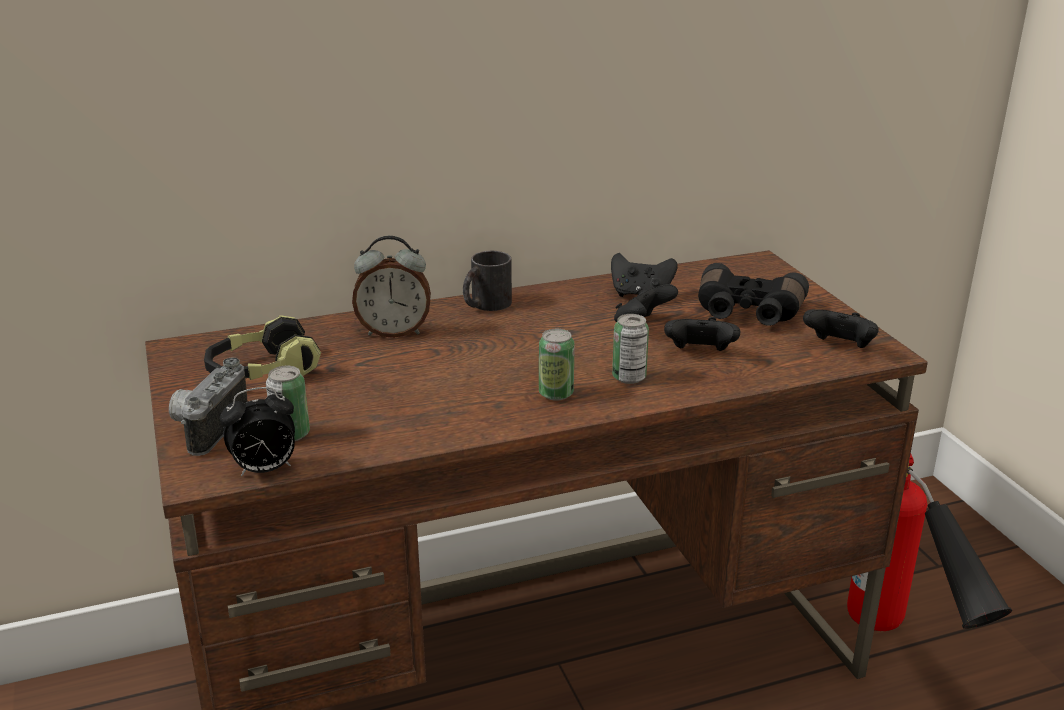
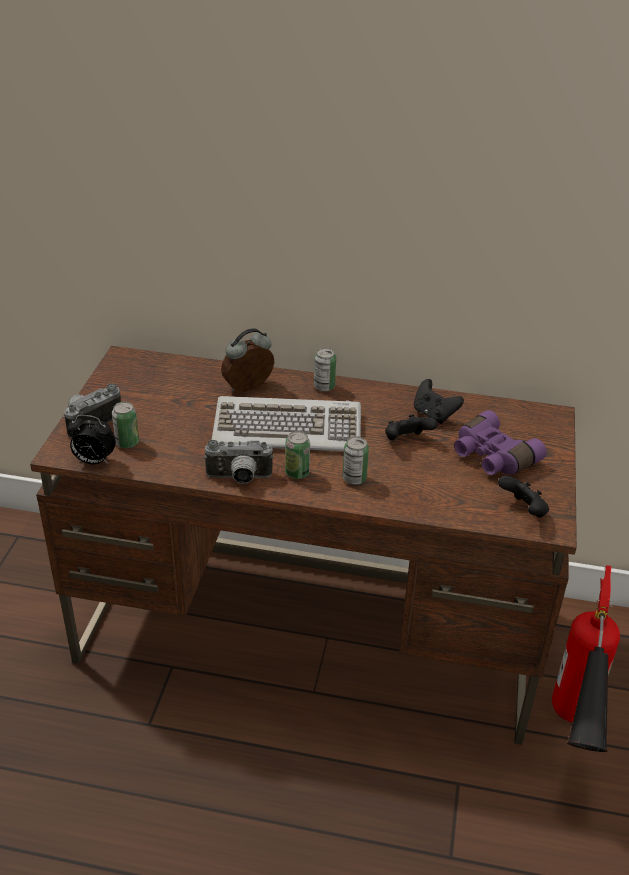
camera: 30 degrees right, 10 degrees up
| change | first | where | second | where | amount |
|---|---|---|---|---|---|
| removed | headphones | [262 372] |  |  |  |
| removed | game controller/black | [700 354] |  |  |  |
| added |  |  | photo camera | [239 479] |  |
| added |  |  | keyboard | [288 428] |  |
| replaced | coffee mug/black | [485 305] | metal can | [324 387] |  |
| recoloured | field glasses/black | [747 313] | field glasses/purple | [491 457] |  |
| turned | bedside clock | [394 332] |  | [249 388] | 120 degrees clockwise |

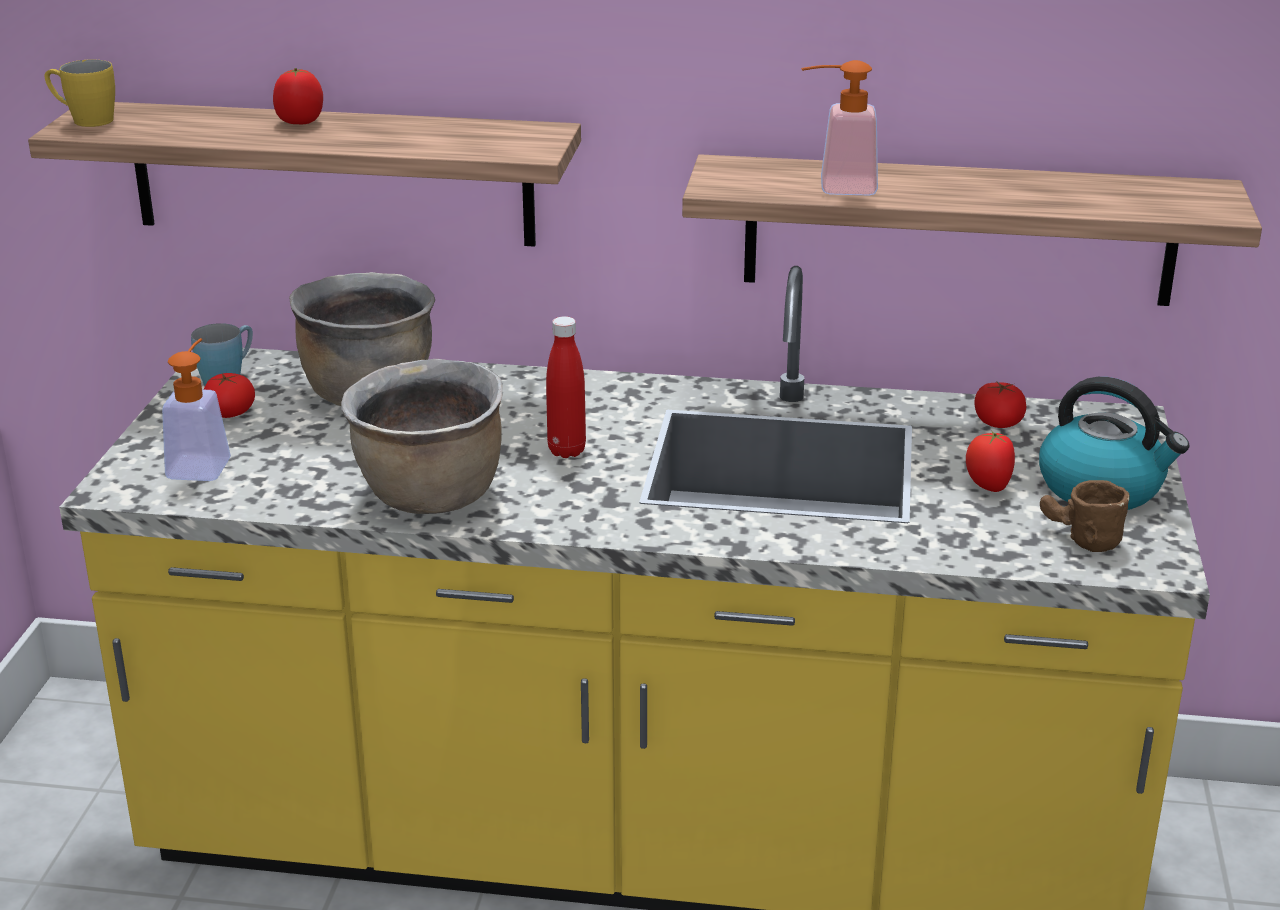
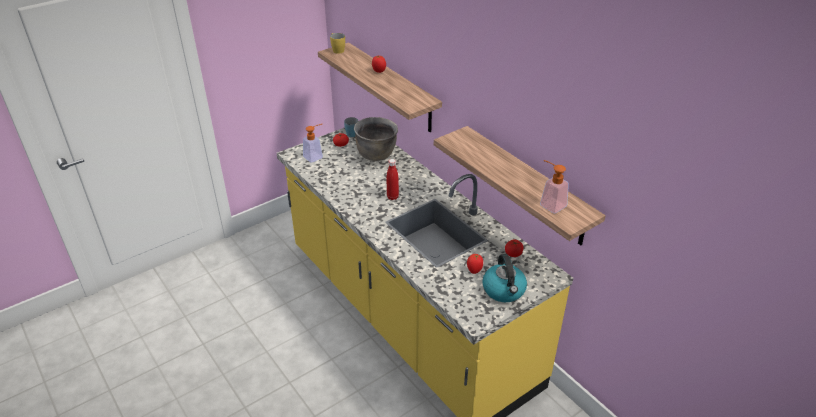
camera: 45 degrees right, 10 degrees up
| change | first | where | second | where | amount |
|---|---|---|---|---|---|
| removed | stockpot/brown-coloured | [430 497] |  |  |  |
| removed | coffee mug/brown-coloured | [1077 538] |  |  |  |
| moved | liquid soap bottle | [836 187] |  | [549 204] |  |

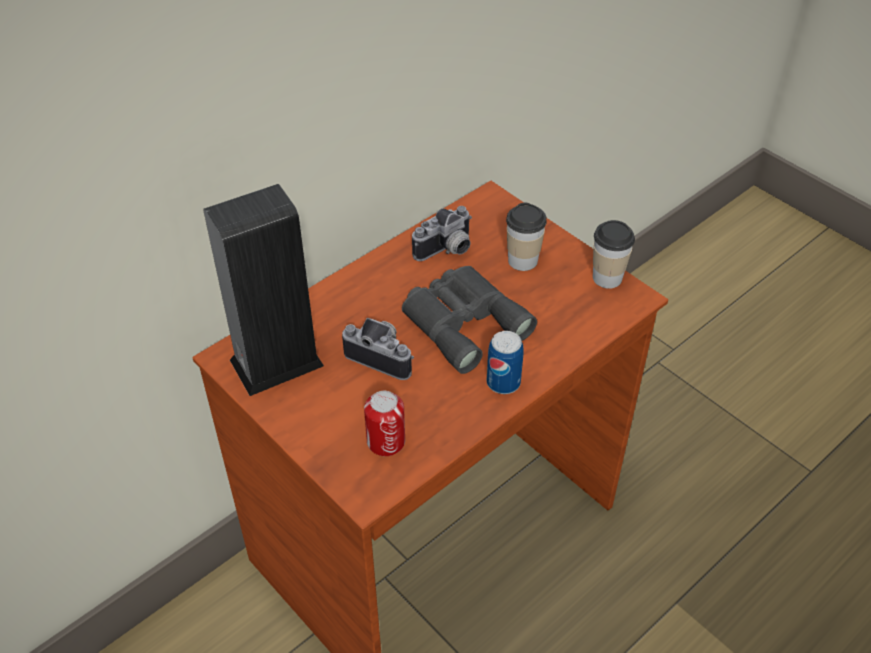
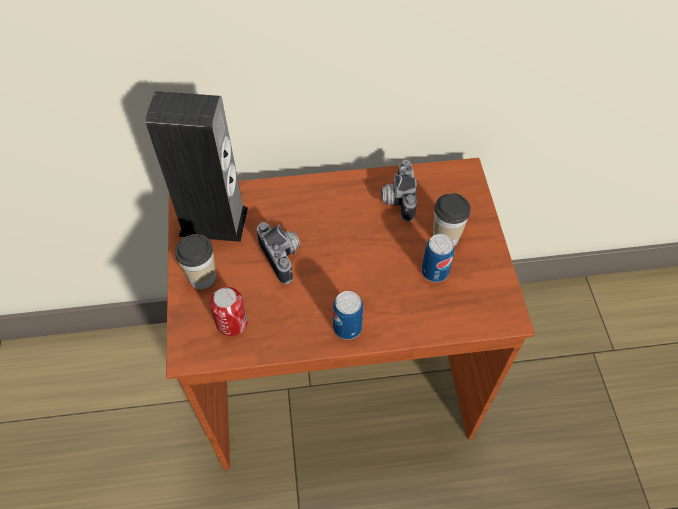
camera: 35 degrees right, 10 degrees up
| change | first | where | second | where | amount |
|---|---|---|---|---|---|
| removed | field glasses/grey | [462 321] |  |  |  |
| added |  |  | metal can | [434 271] |  |
| moved | cup | [607 278] |  | [202 277] |  |
| turned | photo camera | [447 250] |  | [396 199] | 90 degrees clockwise |

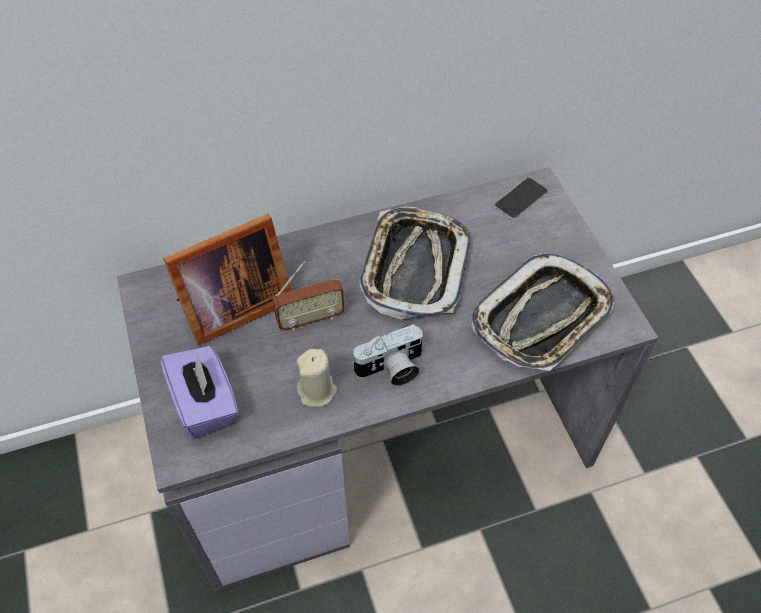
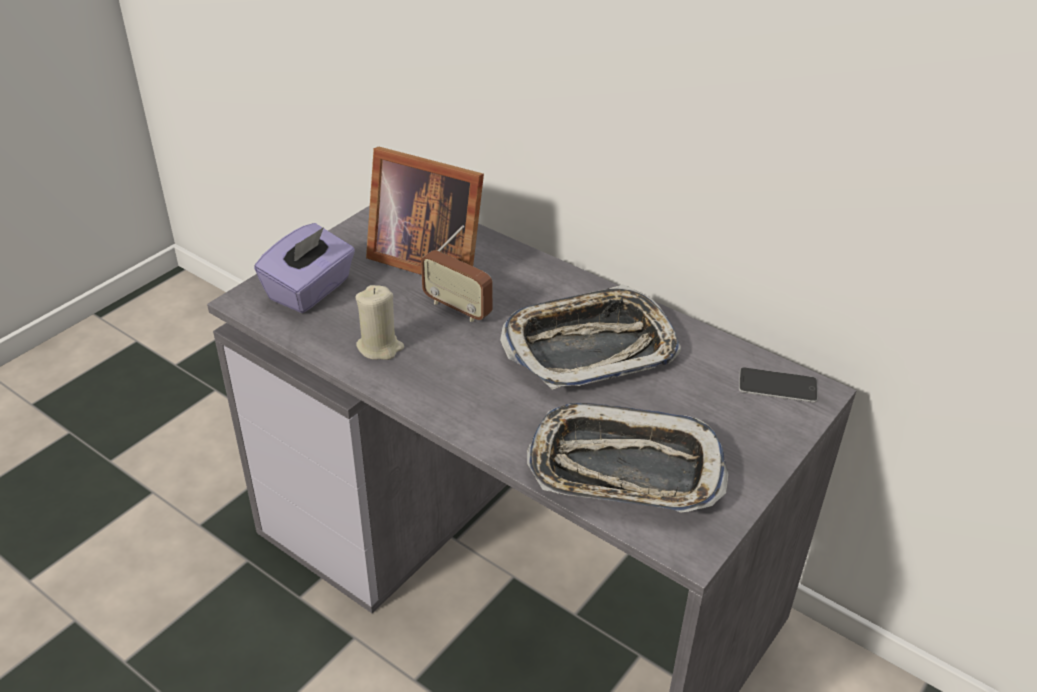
camera: 55 degrees right, 15 degrees down
| change | first | where | second | where | amount |
|---|---|---|---|---|---|
| removed | photo camera | [391 369] |  |  |  |

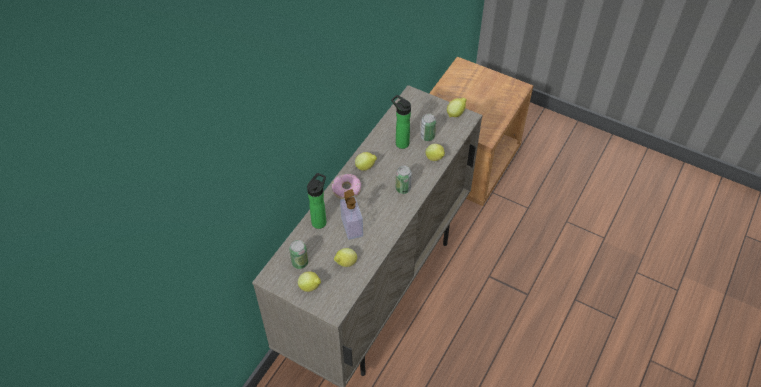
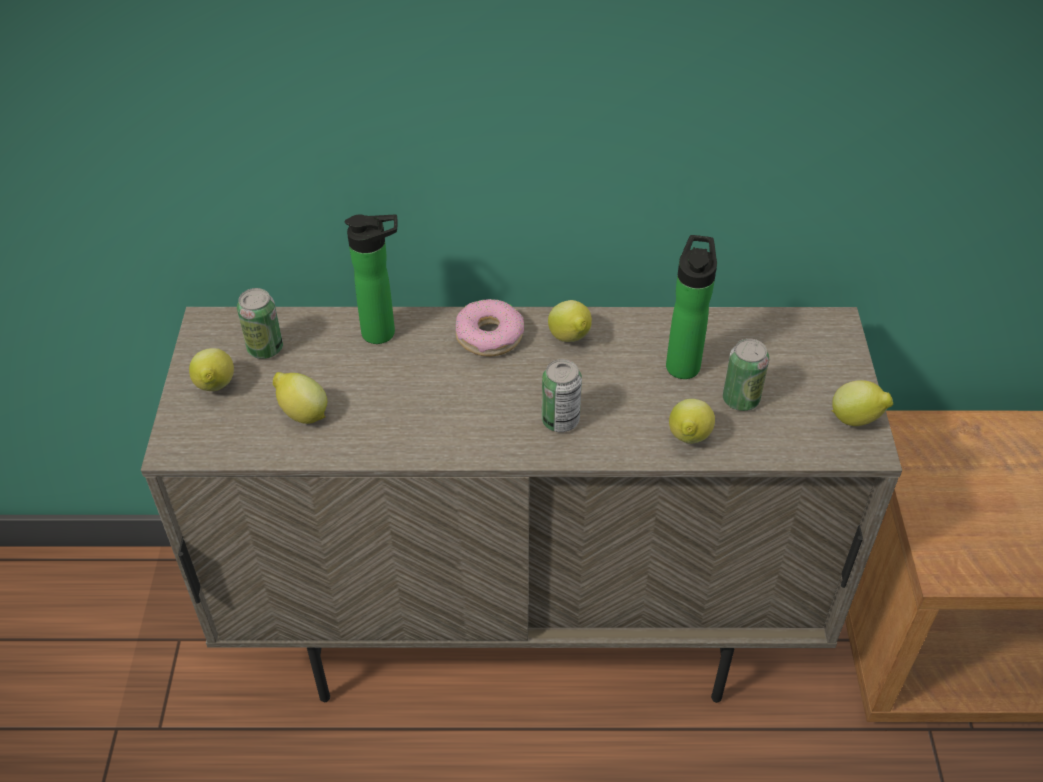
camera: 60 degrees right, 5 degrees down
| change | first | where | second | where | amount |
|---|---|---|---|---|---|
| removed | liquid soap bottle | [352 227] |  |  |  |

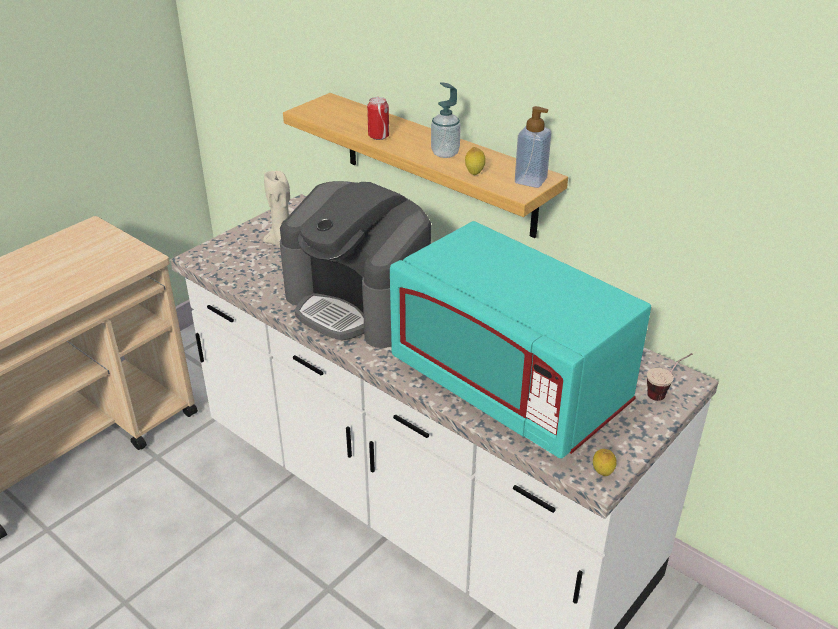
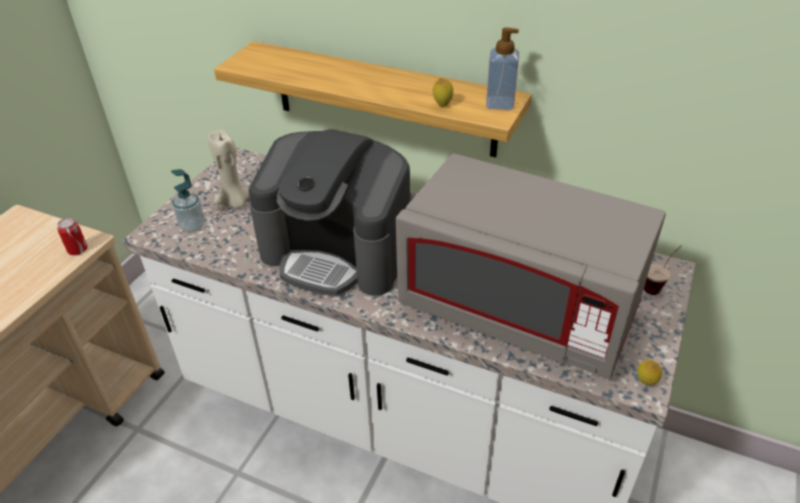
camera: 15 degrees left, 5 degrees up
| change | first | where | second | where | amount |
|---|---|---|---|---|---|
| moved | metal can | [378 136] |  | [78 250] |  |
| moved | liquid soap bottle | [445 153] |  | [192 226] |  |
| recoloured | kitchen microwave/turquoise-coloured | [509 386] | kitchen microwave/grey | [519 309] |  |

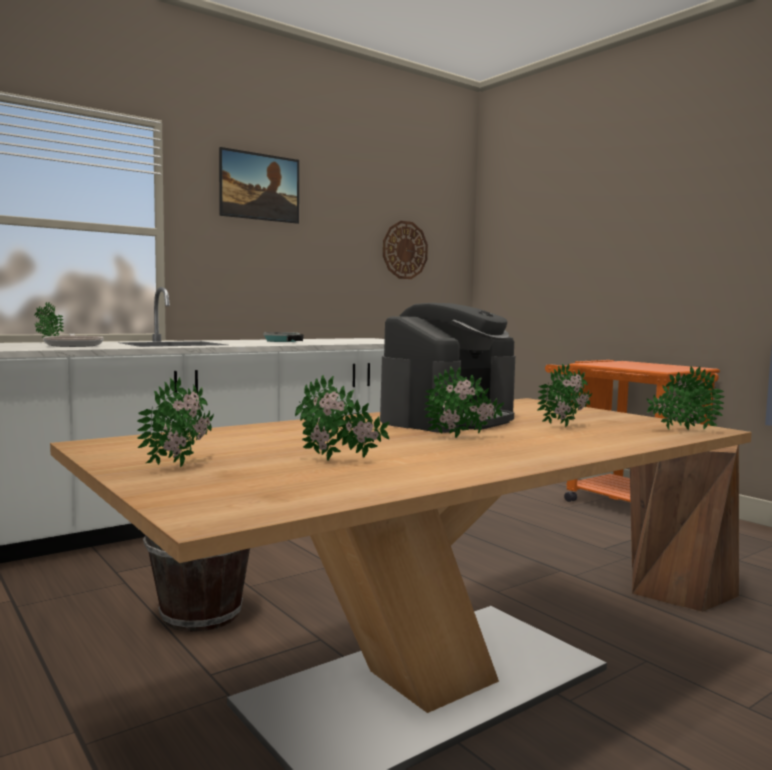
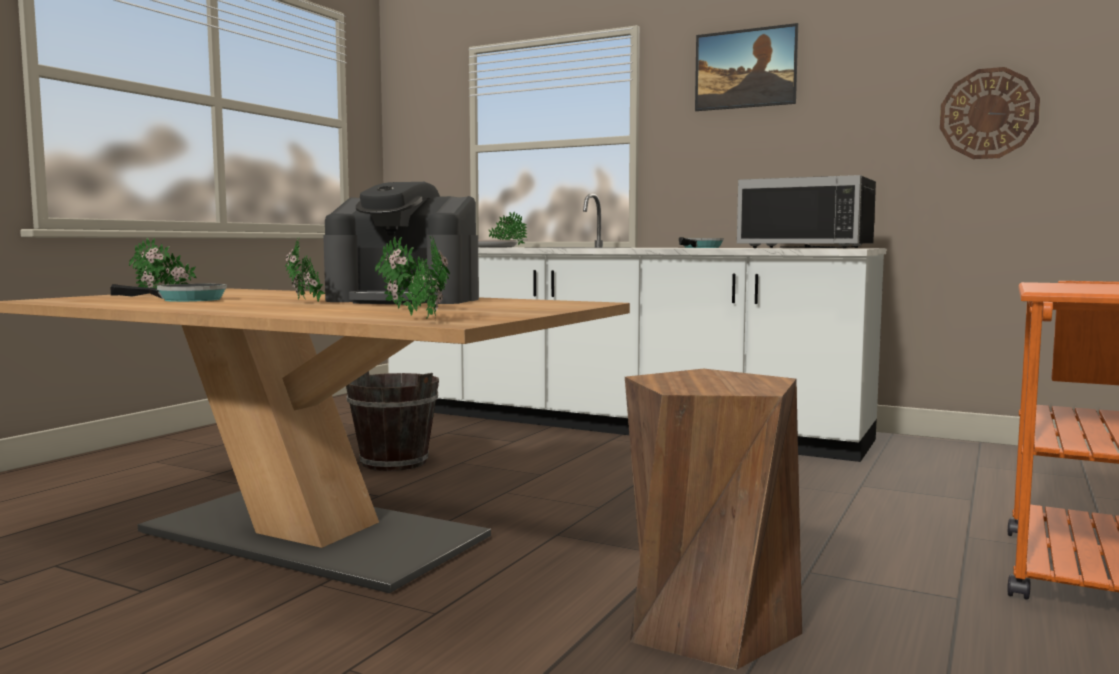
camera: 65 degrees right, 0 degrees up
| change | first | where | second | where | amount |
|---|---|---|---|---|---|
| added |  |  | kitchen microwave/black | [809 248] |  |
| replaced | houseplant | [340 460] | skillet | [185 299] |  |

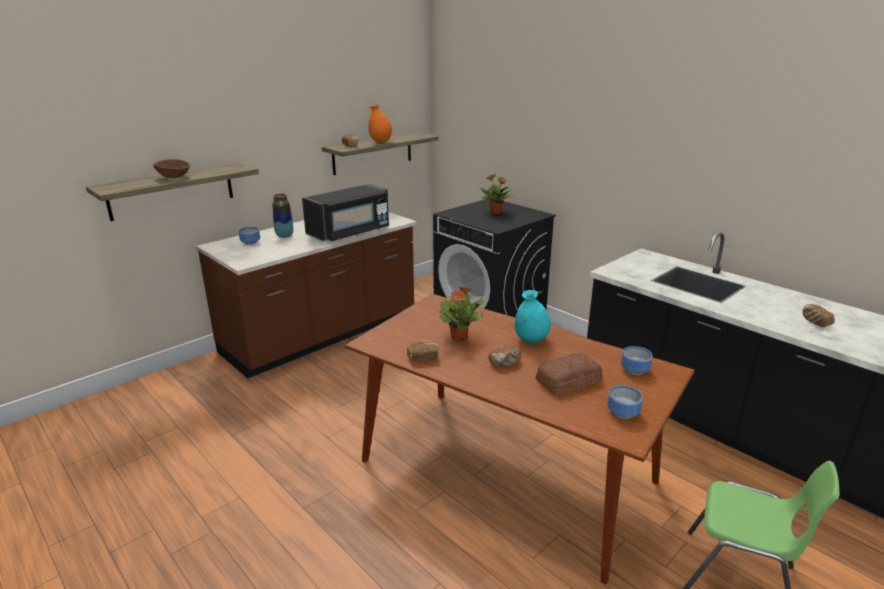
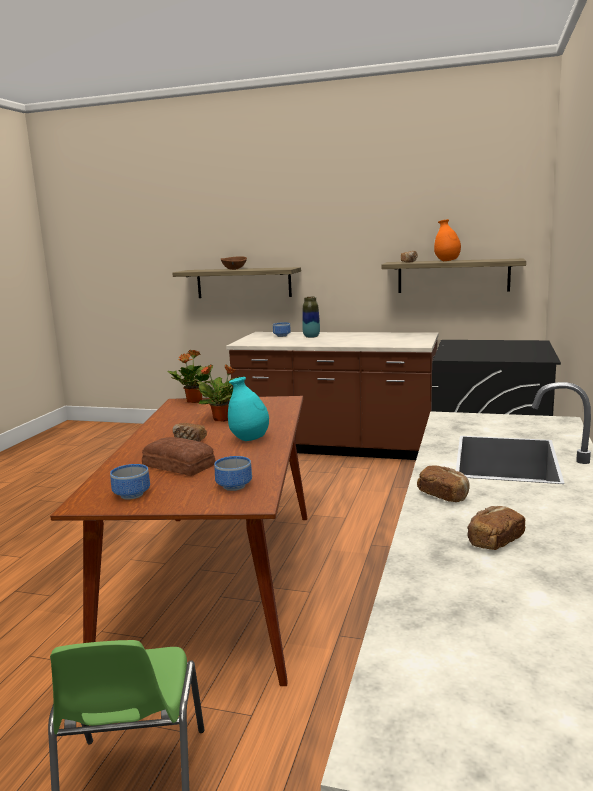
camera: 60 degrees right, 10 degrees down
| change | first | where | second | where | amount |
|---|---|---|---|---|---|
| removed | kitchen microwave/black | [349 232] |  |  |  |
| moved | bread | [423 358] |  | [443 495] |  |
| moved | houseplant | [496 212] |  | [194 401] |  |

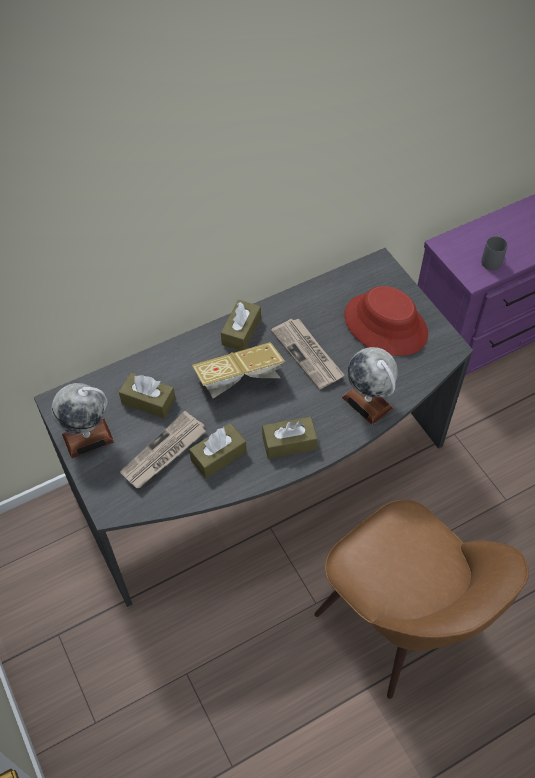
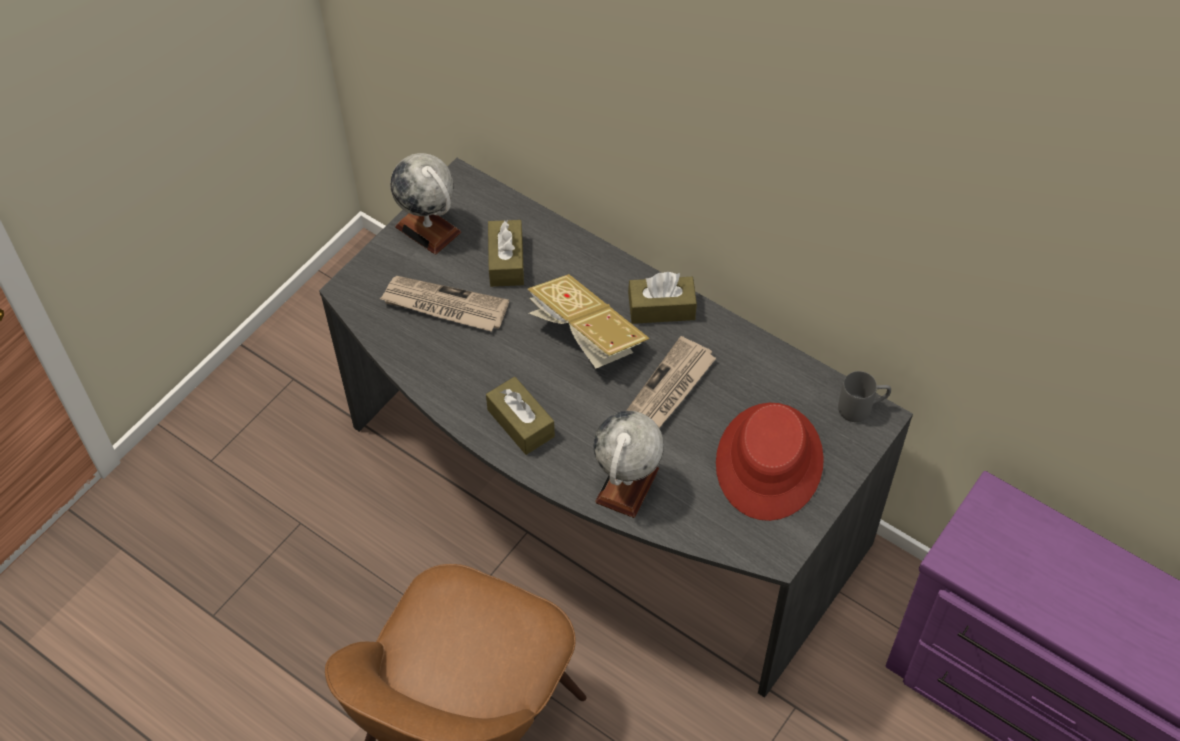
camera: 65 degrees right, 0 degrees up
| change | first | where | second | where | amount |
|---|---|---|---|---|---|
| removed | tissue holder/brown-coloured | [218 456] |  |  |  |
| moved | coffee mug/grey | [492 259] |  | [862 408] |  |

